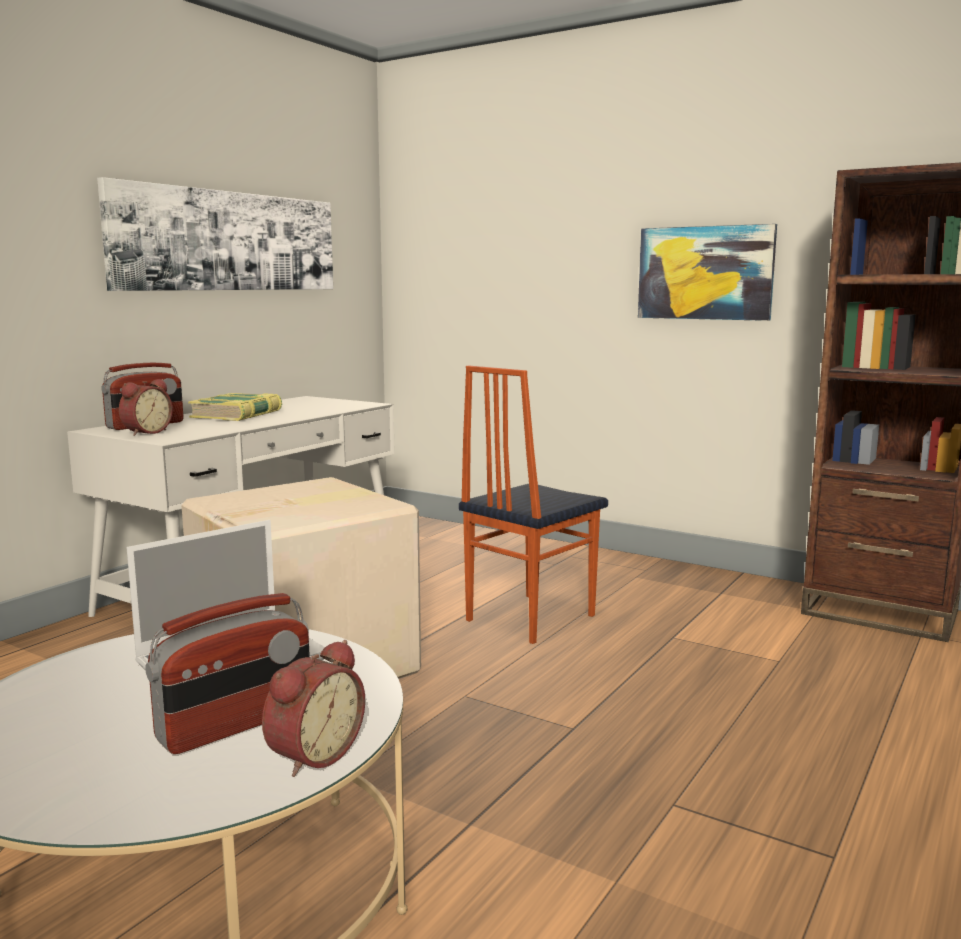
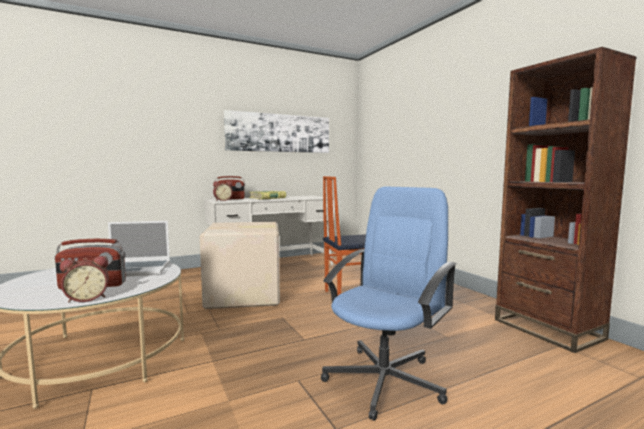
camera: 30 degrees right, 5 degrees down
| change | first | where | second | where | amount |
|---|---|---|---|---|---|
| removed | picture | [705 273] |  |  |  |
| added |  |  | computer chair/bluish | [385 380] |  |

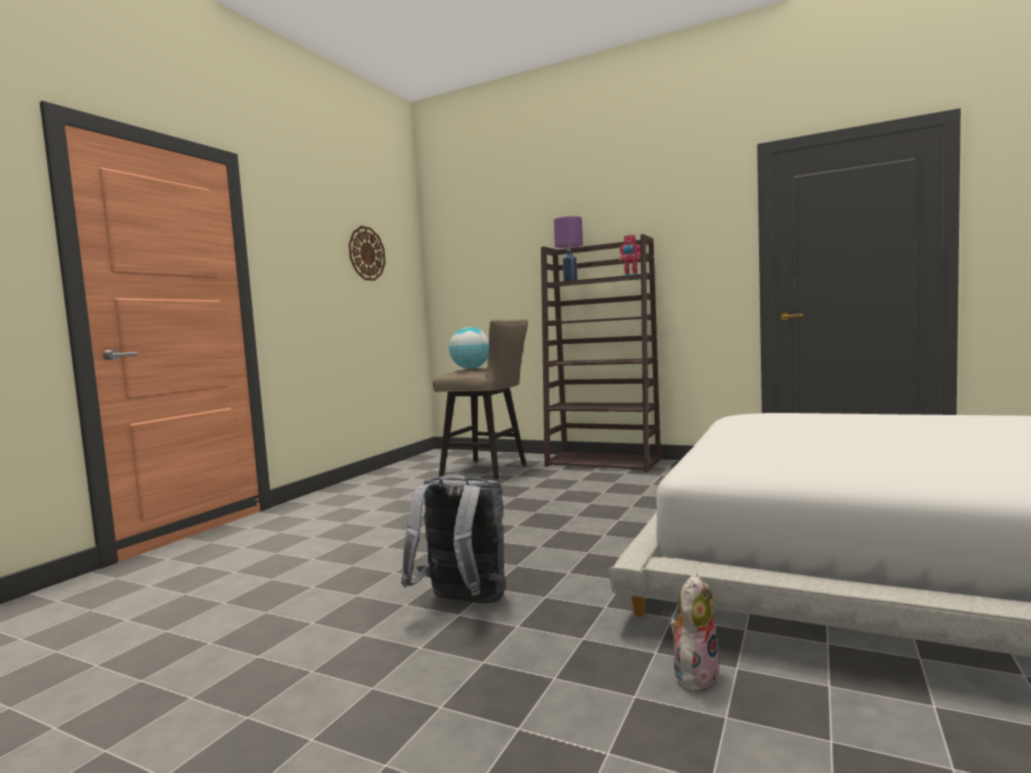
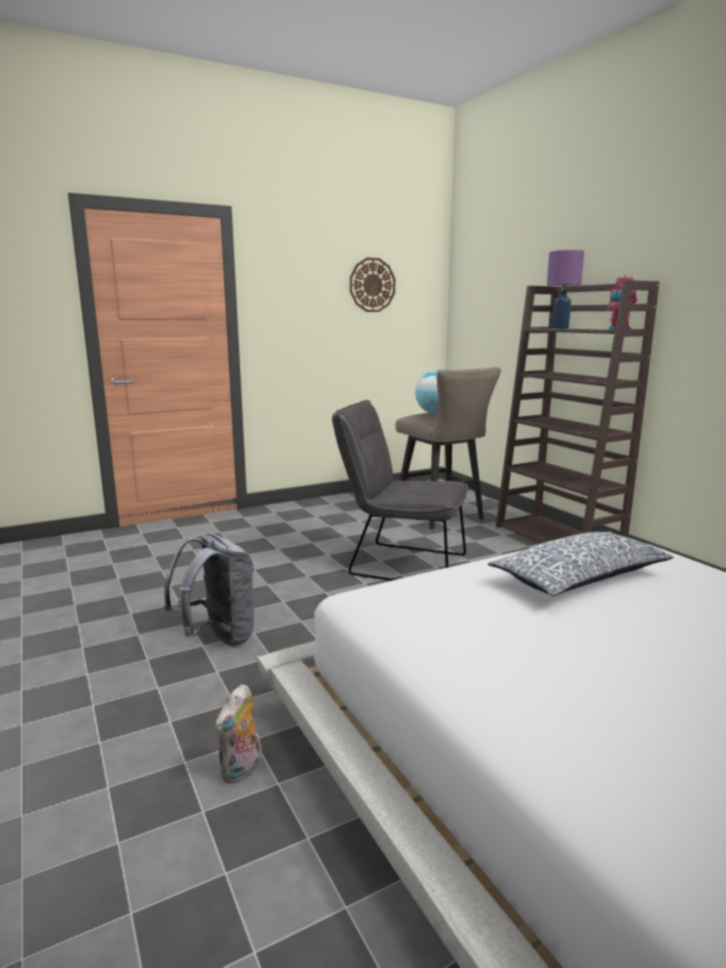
camera: 35 degrees right, 10 degrees up
| change | first | where | second | where | amount |
|---|---|---|---|---|---|
| added |  |  | plain chair/grey | [400 563] |  |
| added |  |  | pillow | [581 579] |  |
| turned | soft toy | [694 675] |  | [242 771] | 135 degrees clockwise |

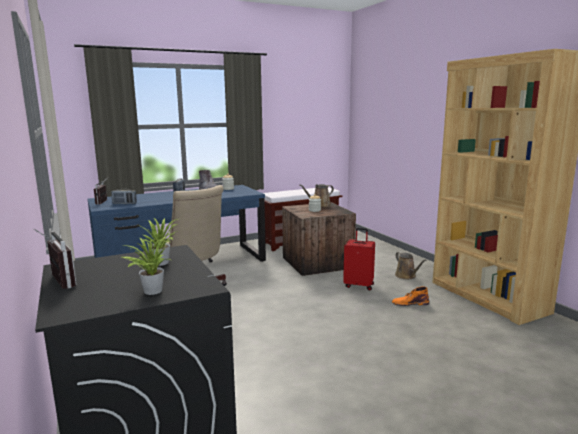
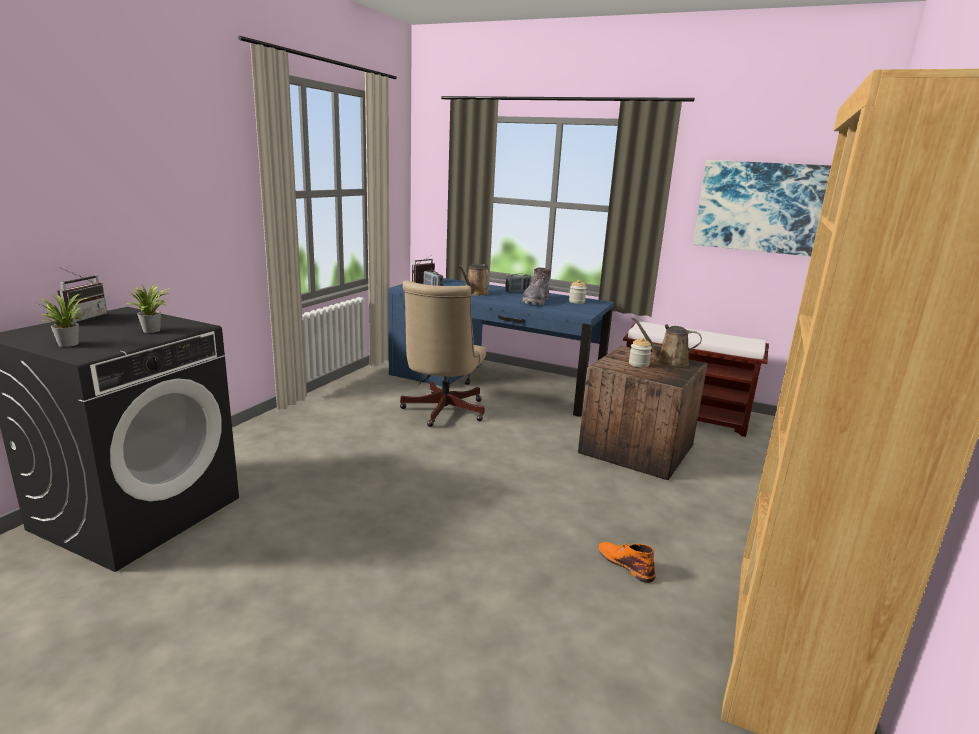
camera: 50 degrees right, 5 degrees up
| change | first | where | second | where | amount |
|---|---|---|---|---|---|
| removed | travel case/red | [359 285] |  |  |  |
| added |  |  | picture | [766 207] |  |
| moved | watering can/brown-coloured | [406 276] |  | [475 293] |  |

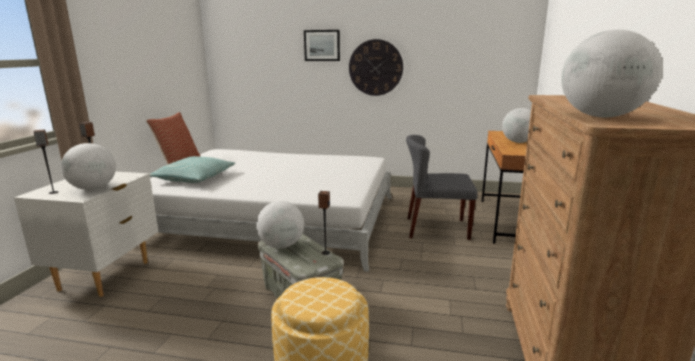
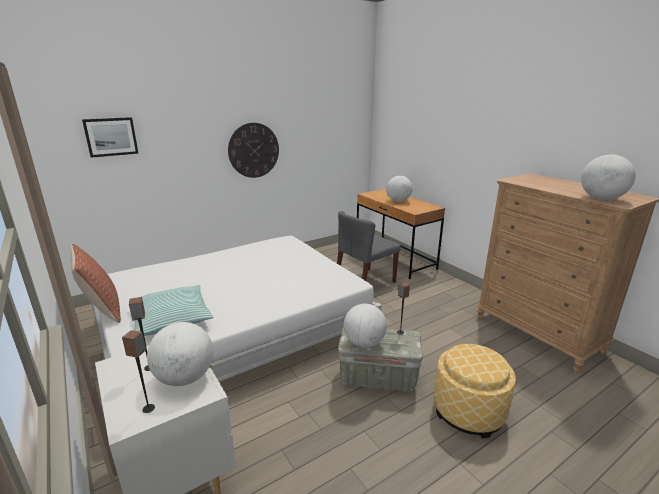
camera: 45 degrees left, 5 degrees up
| change | first | where | second | where | amount |
|---|---|---|---|---|---|
| moved | picture | [322 45] |  | [111 137] |  |

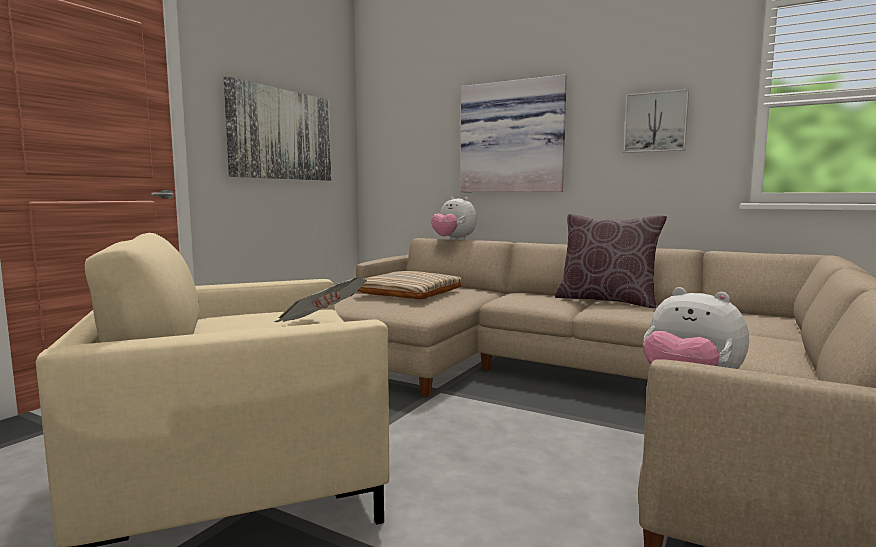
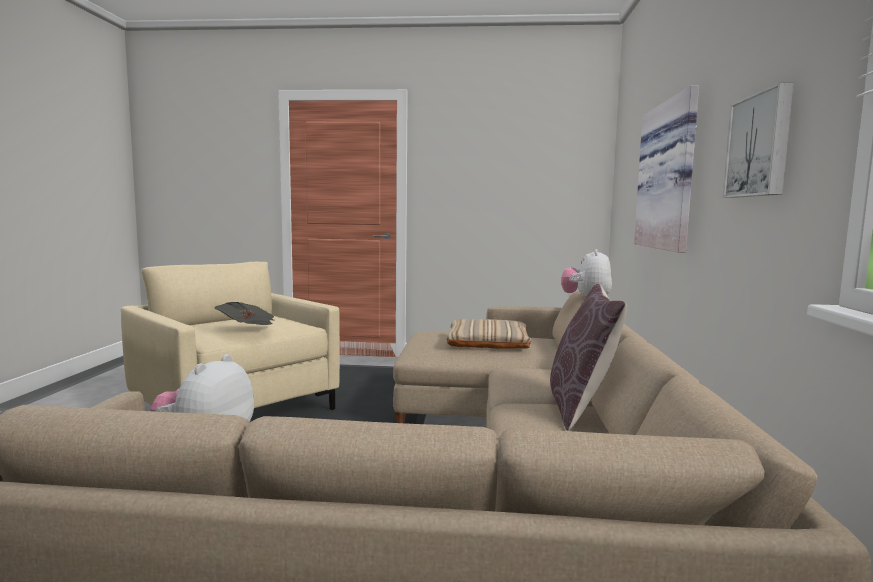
camera: 65 degrees right, 0 degrees up
| change | first | where | second | where | amount |
|---|---|---|---|---|---|
| removed | picture | [281 134] |  |  |  |

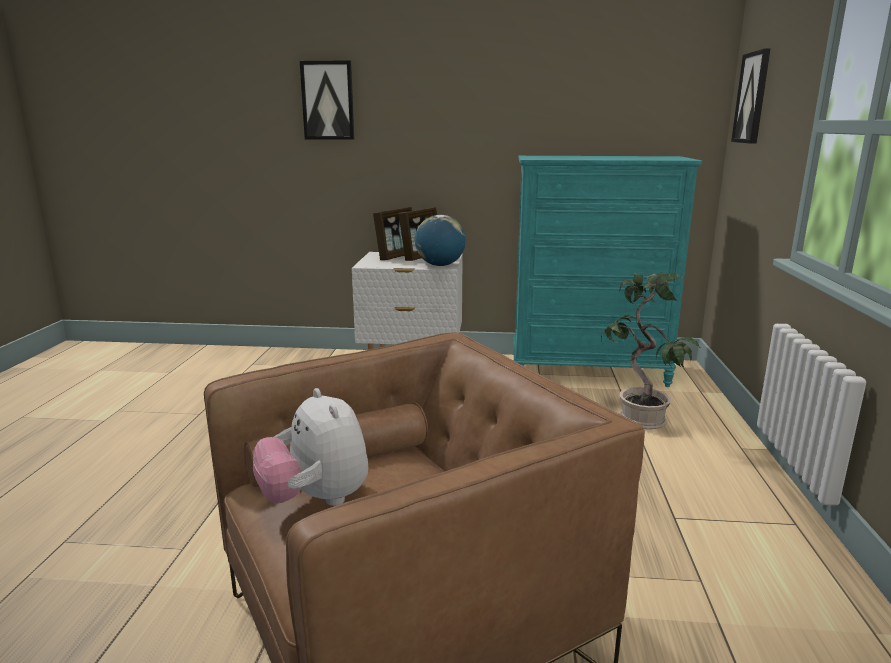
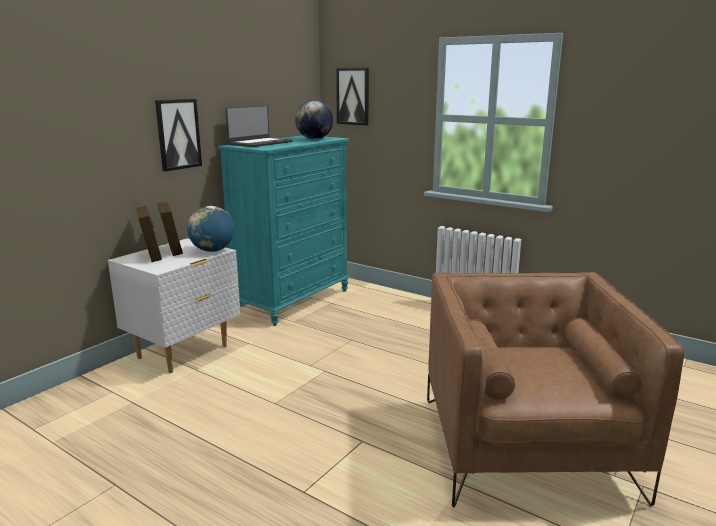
camera: 60 degrees left, 0 degrees up
| change | first | where | second | where | amount |
|---|---|---|---|---|---|
| removed | soft toy | [316 500] |  |  |  |
| removed | houseplant | [639 419] |  |  |  |
| added |  |  | laptop | [260 143] |  |
| added |  |  | desk globe | [314 139] |  |
| moved | picture | [328 100] |  | [178 134] |  |

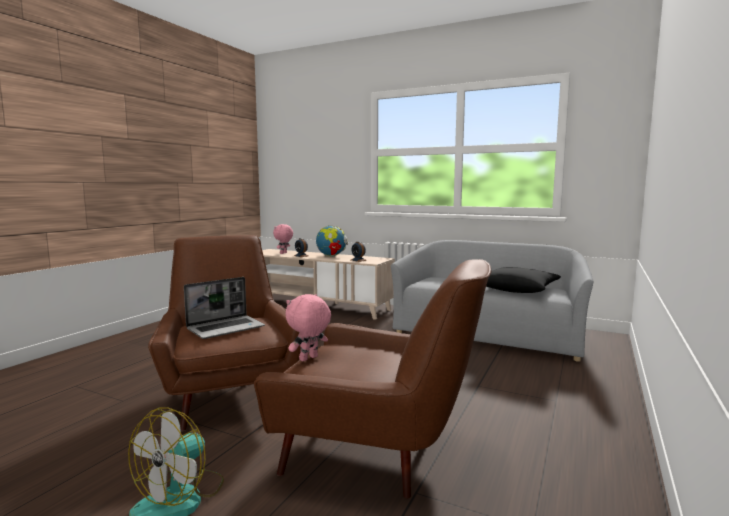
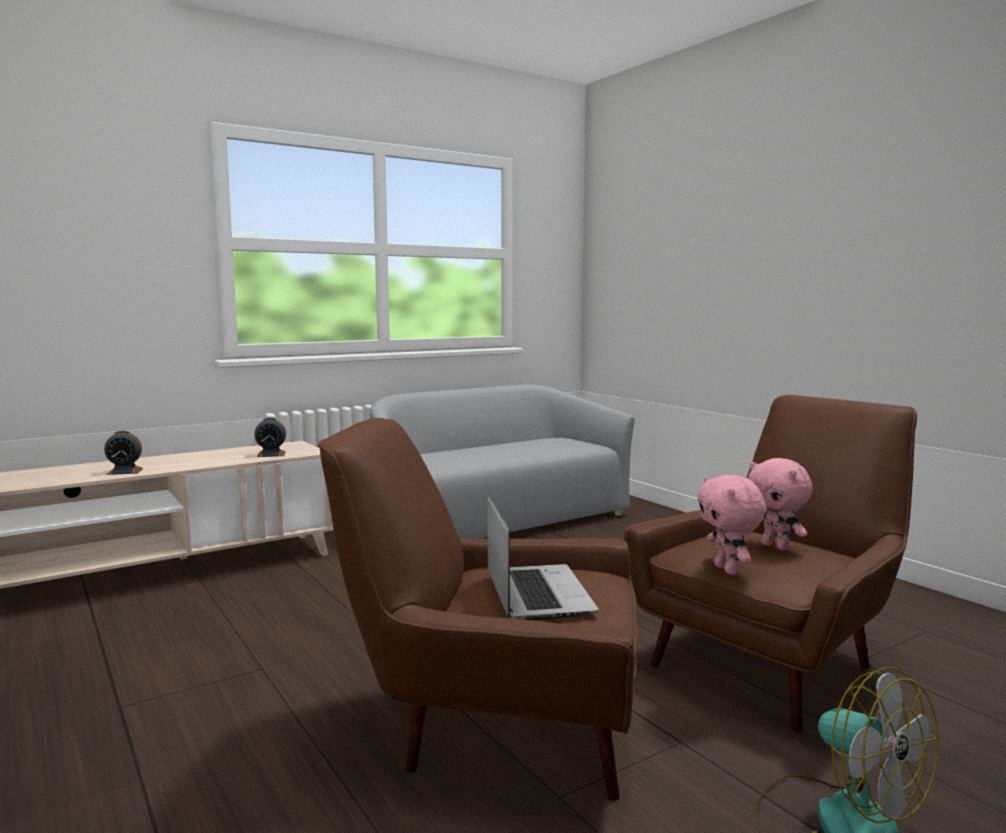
camera: 60 degrees left, 0 degrees up
| change | first | where | second | where | amount |
|---|---|---|---|---|---|
| removed | desk globe | [331 256] |  |  |  |
| removed | pillow/black | [517 288] |  |  |  |
| moved | soft toy/pinkish | [283 253] |  | [776 546] |  |

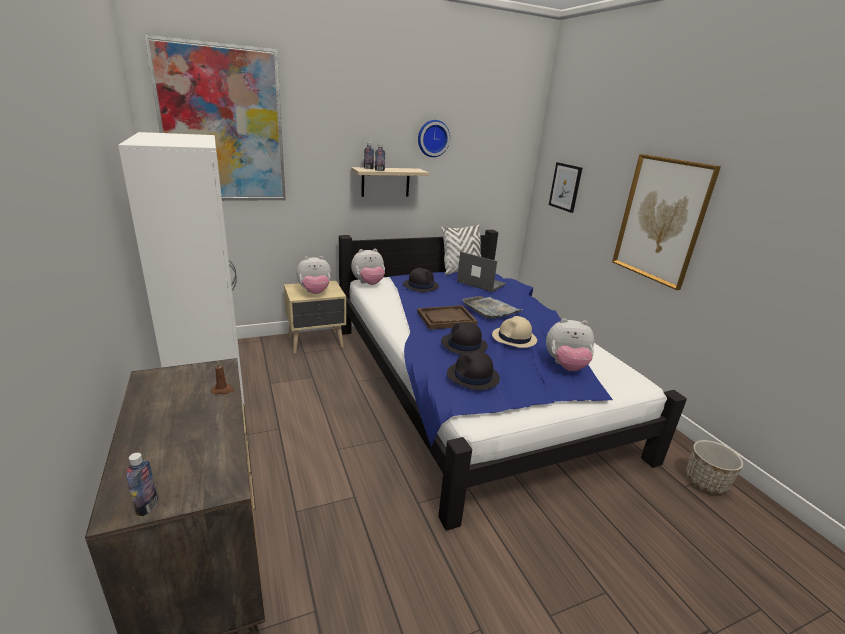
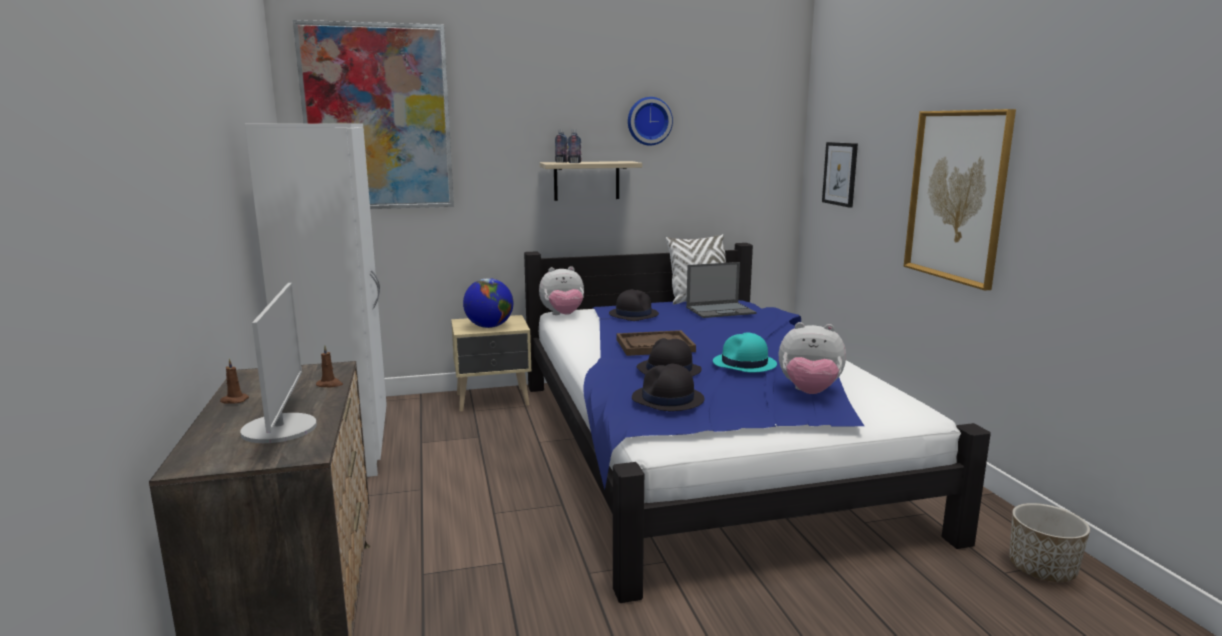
camera: 10 degrees right, 10 degrees down
| change | first | where | second | where | amount |
|---|---|---|---|---|---|
| removed | beverage bottle | [147 506] |  |  |  |
| removed | tray/grey | [490 309] |  |  |  |
| added |  |  | candle/brown-coloured | [234 400] |  |
| added |  |  | monitor | [280 428] |  |
| replaced | soft toy | [315 292] | desk globe | [489 326] |  |
| recoloured | clothing hat/sand-coloured | [514 338] | clothing hat/turquoise-coloured | [744 364] |  |
| turned | laptop | [480 283] |  | [721 310] | 120 degrees clockwise |

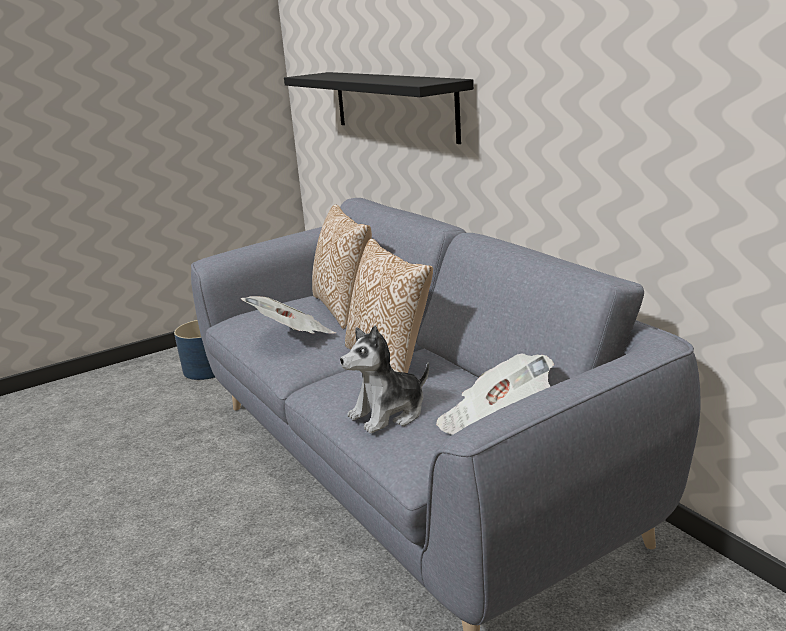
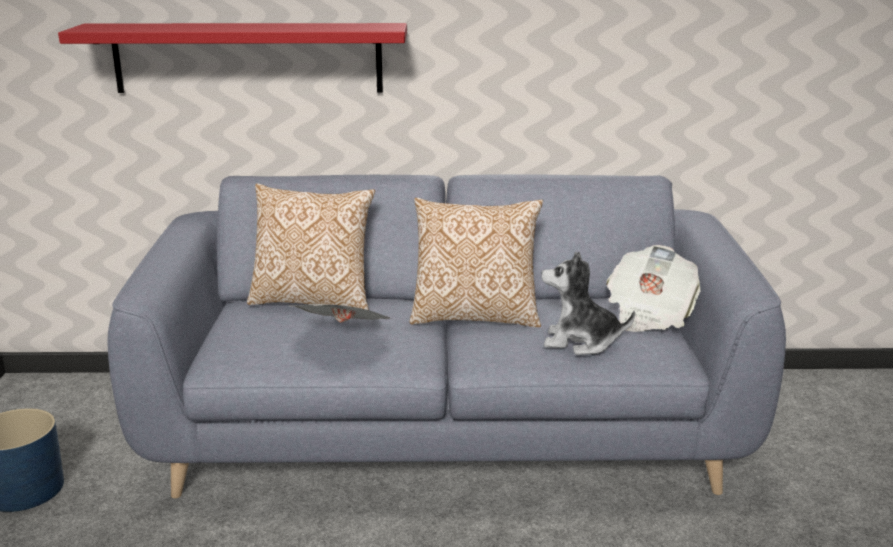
camera: 60 degrees left, 0 degrees up
| change | first | where | second | where | amount |
|---|---|---|---|---|---|
| recoloured | bracket shelf/black | [393 104] | bracket shelf/red | [248 58] |  |
| turned | soft toy | [389 414] |  | [580 342] | 105 degrees clockwise |

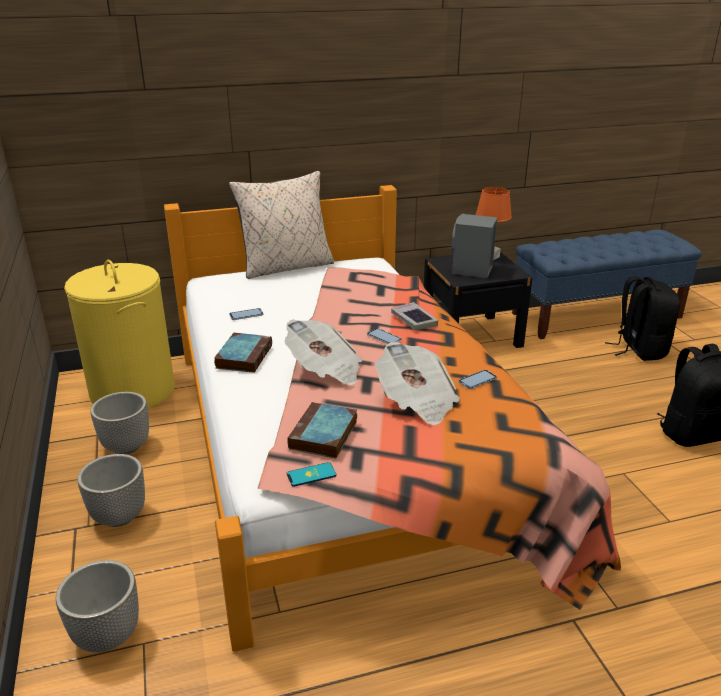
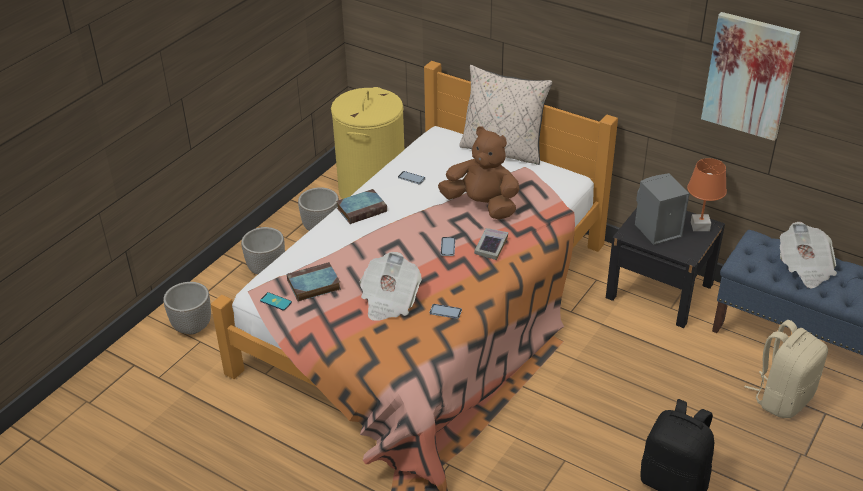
camera: 50 degrees right, 10 degrees up
| change | first | where | second | where | amount |
|---|---|---|---|---|---|
| added |  |  | soft toy/brown-coloured | [482 205] |  |
| added |  |  | picture | [749 75] |  |
| moved | daily paper | [325 370] |  | [804 268] |  |
| recoloured | rucksack/black | [638 349] | rucksack/sand-coloured | [782 398] |  |

